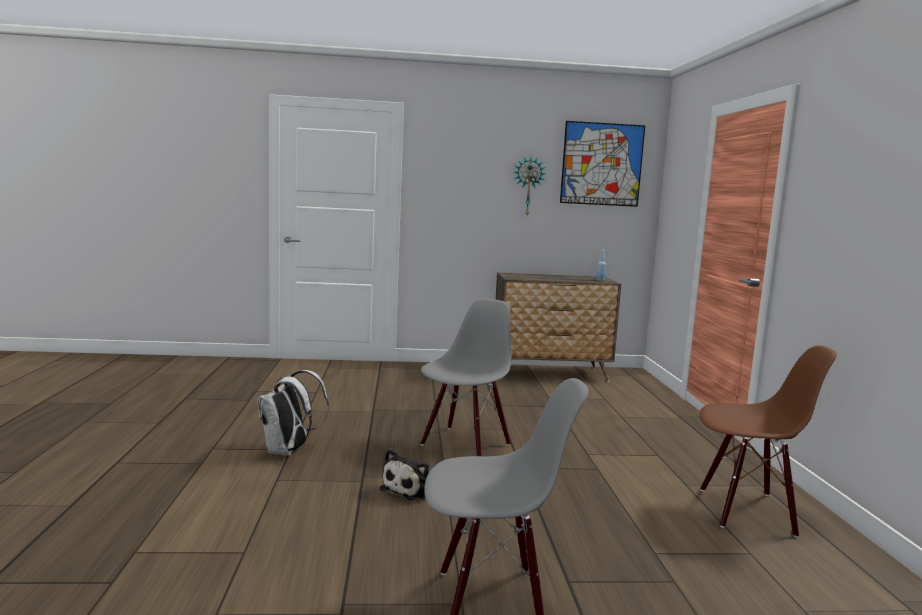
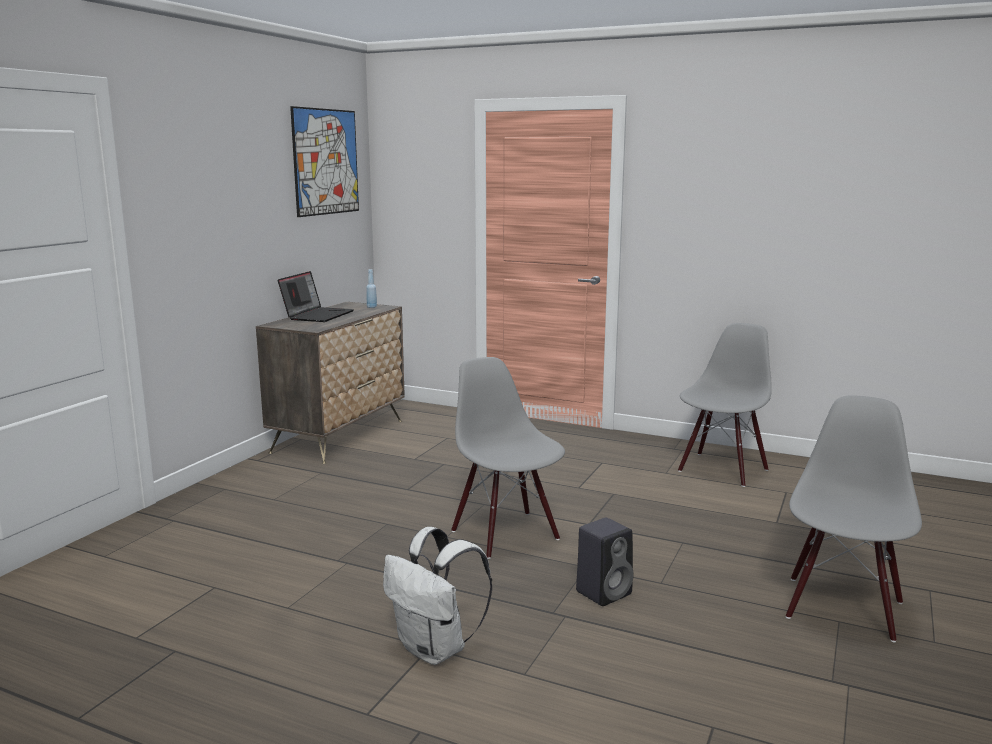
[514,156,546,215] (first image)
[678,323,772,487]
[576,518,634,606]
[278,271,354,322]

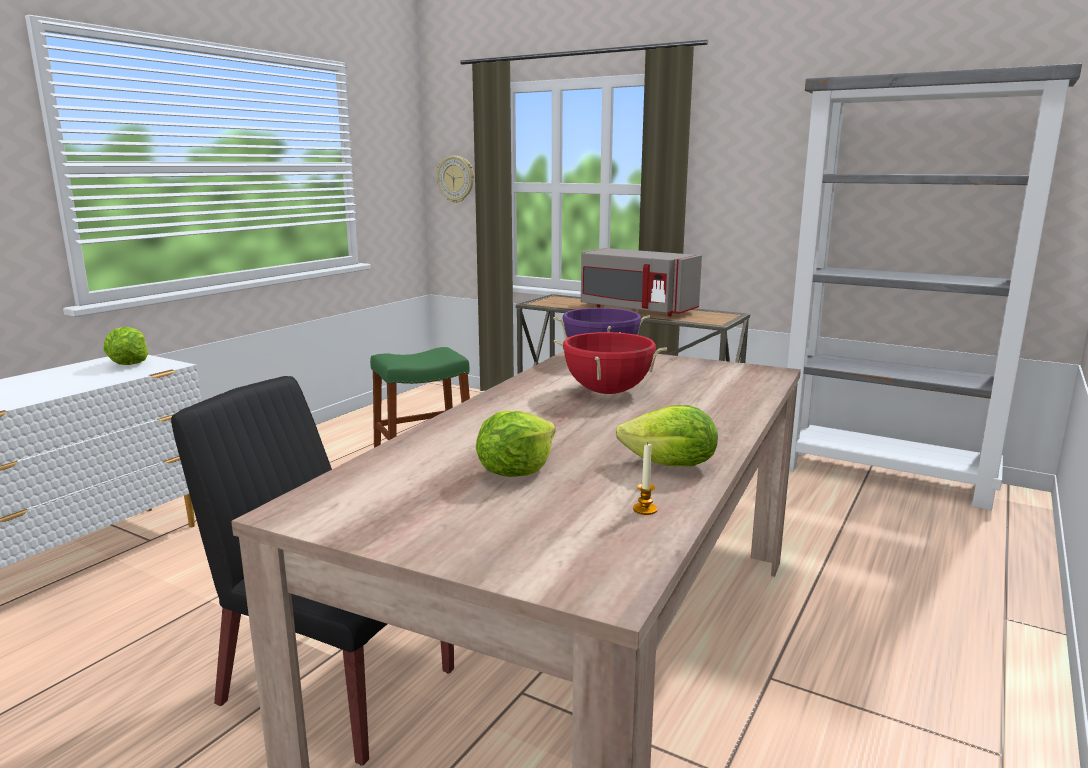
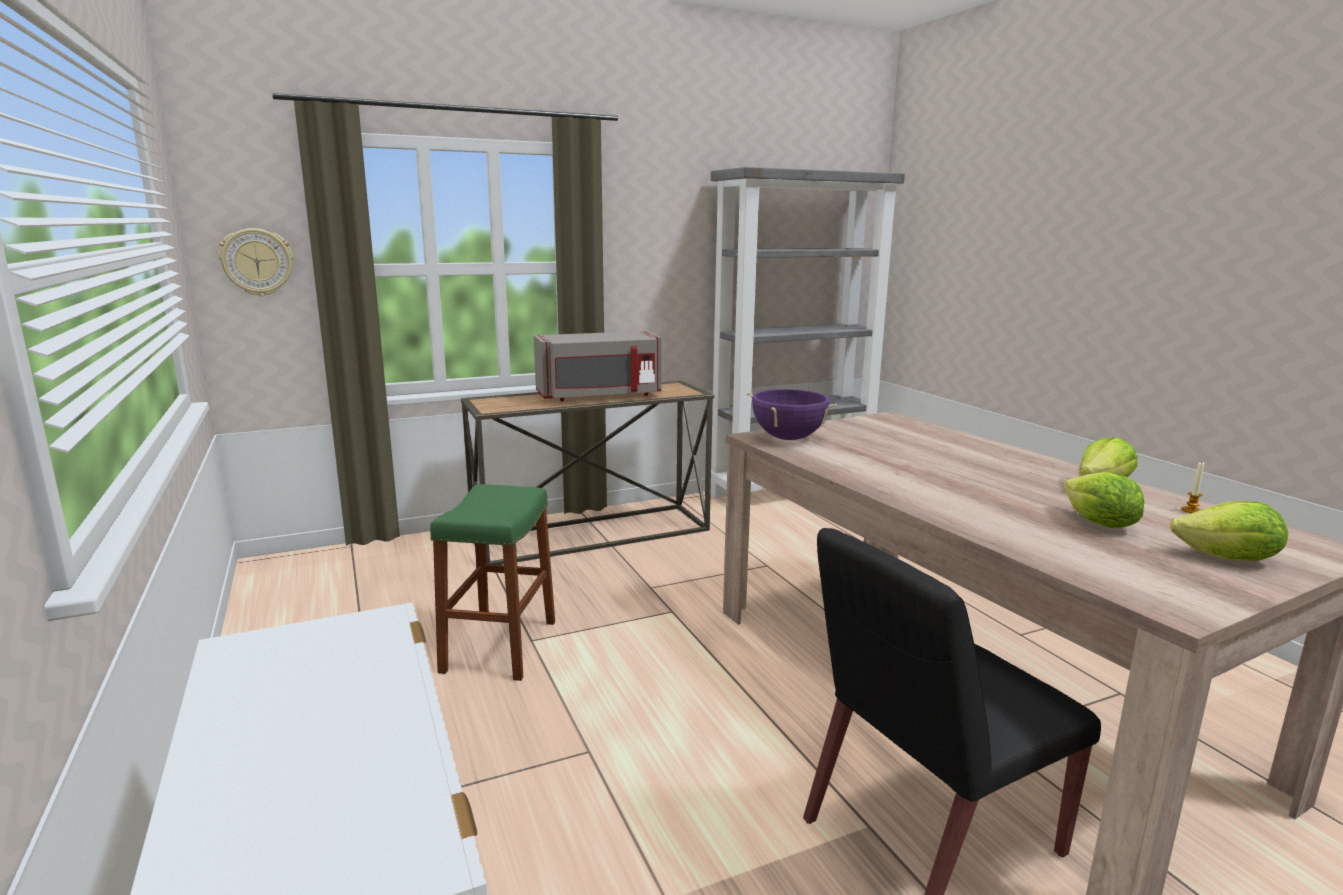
[1170,501,1288,561]
[554,332,667,394] (first image)

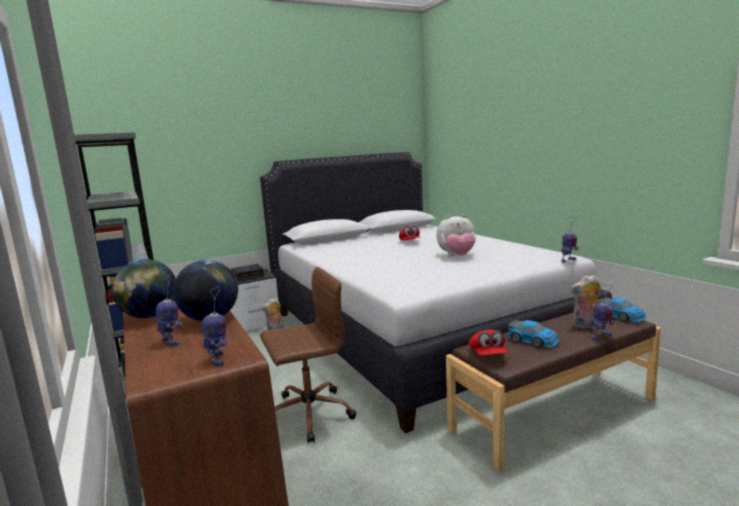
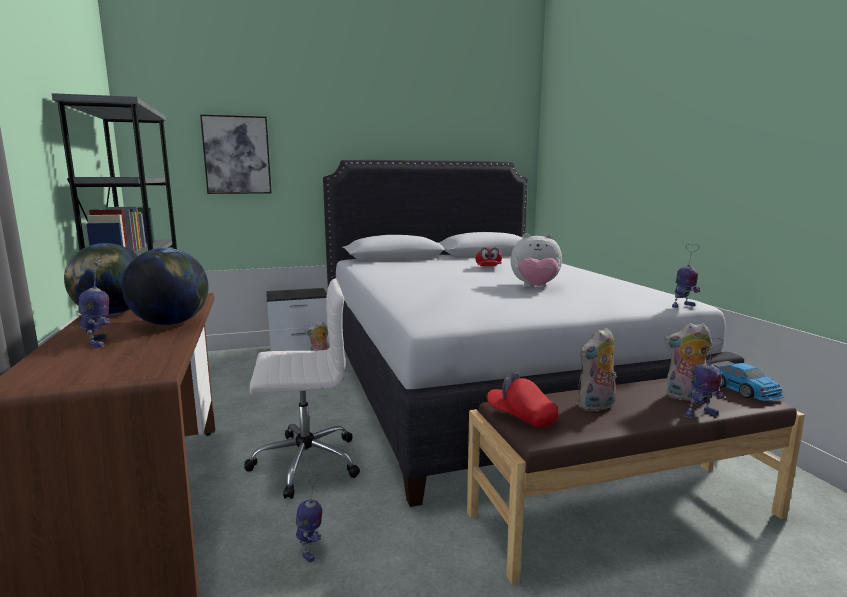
[231,264,265,282] (first image)
[244,279,360,499]
[296,474,322,562]
[577,328,617,412]
[487,372,558,428]
[200,114,272,194]

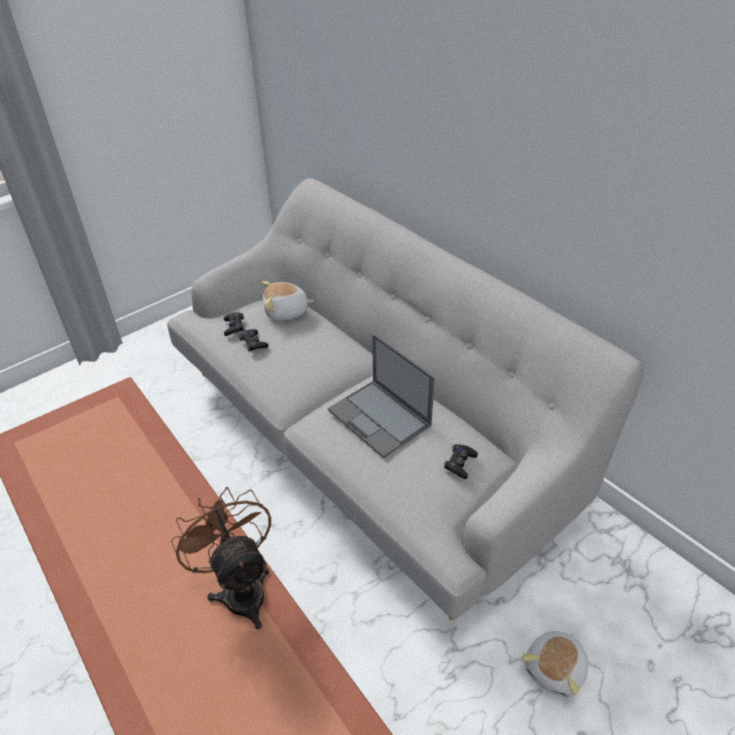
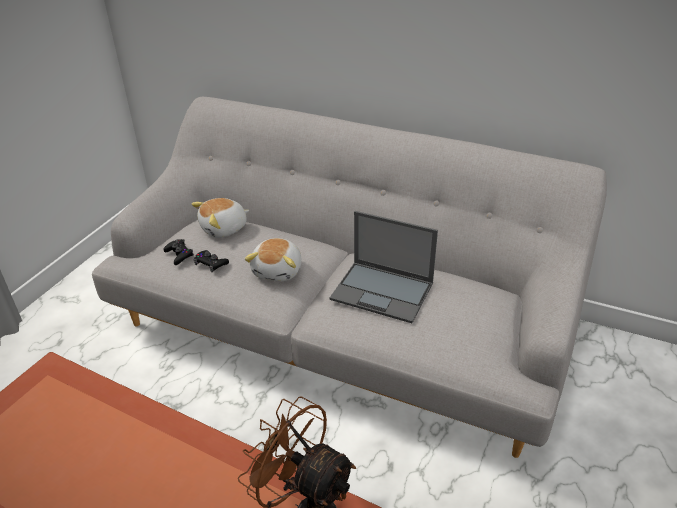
[444,444,478,479] (first image)
[245,238,302,281]

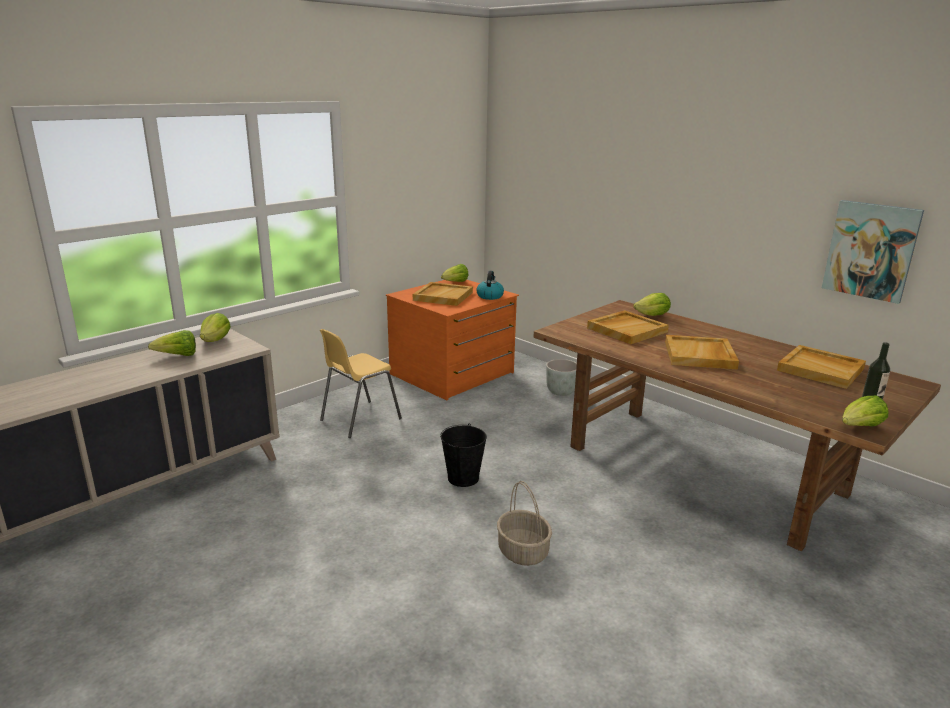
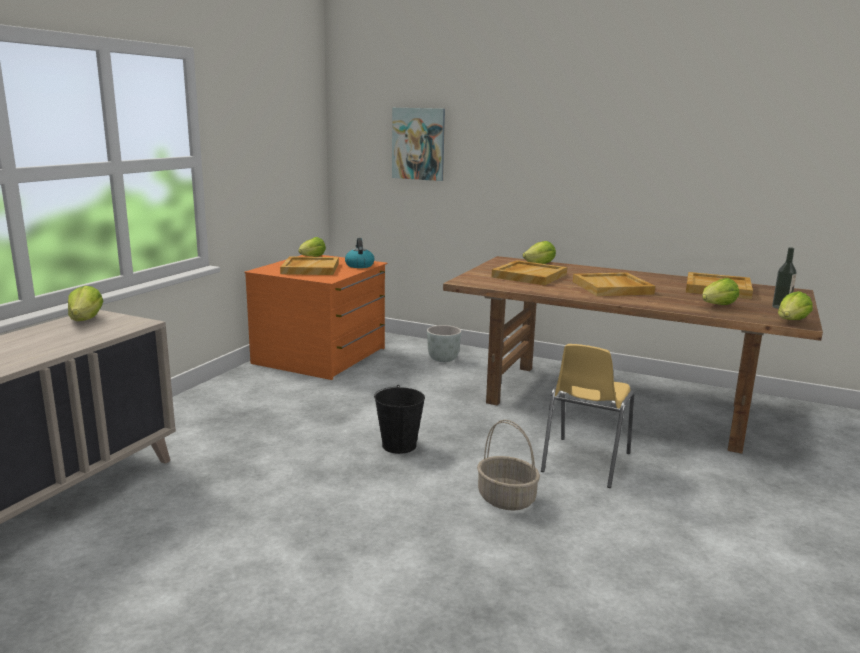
[392,108,445,181]
[541,344,634,488]
[702,278,739,305]

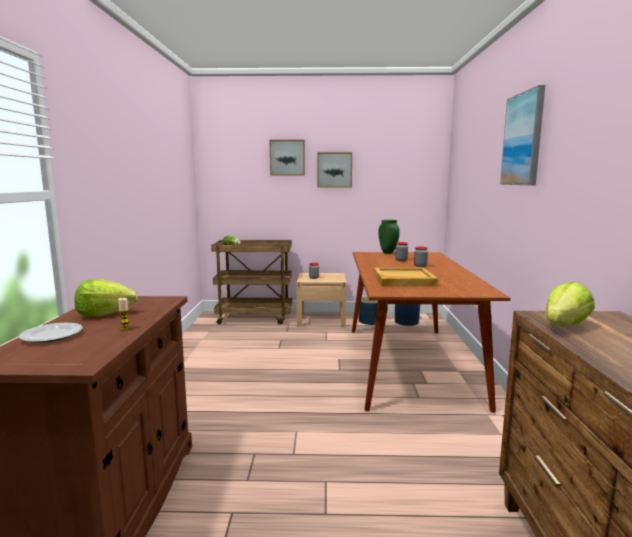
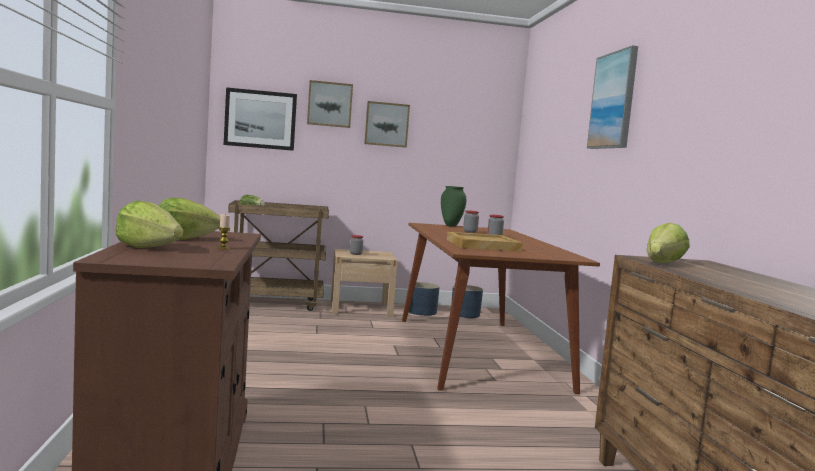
[115,201,183,248]
[224,87,297,151]

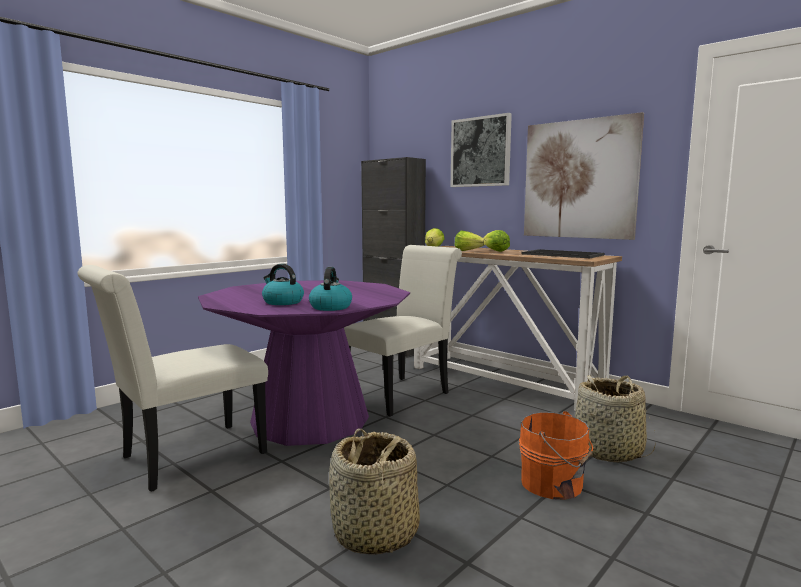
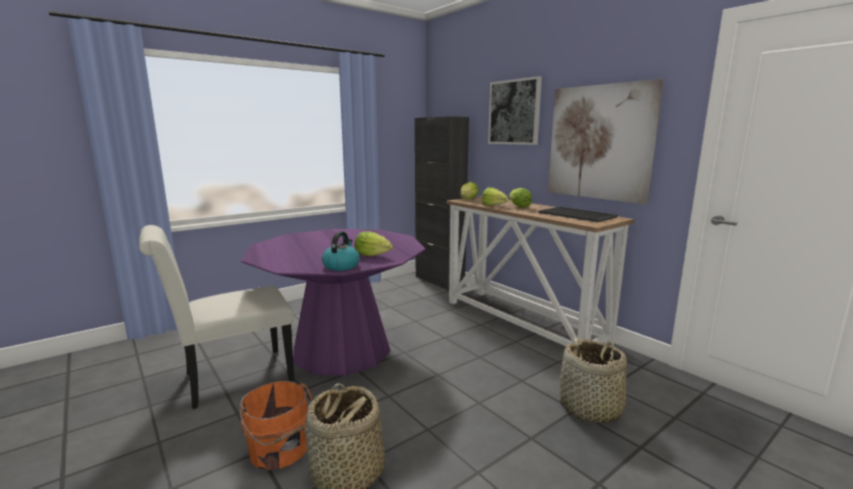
[344,245,462,416] (first image)
[262,264,304,305] (first image)
[240,381,312,471]
[355,231,393,256]

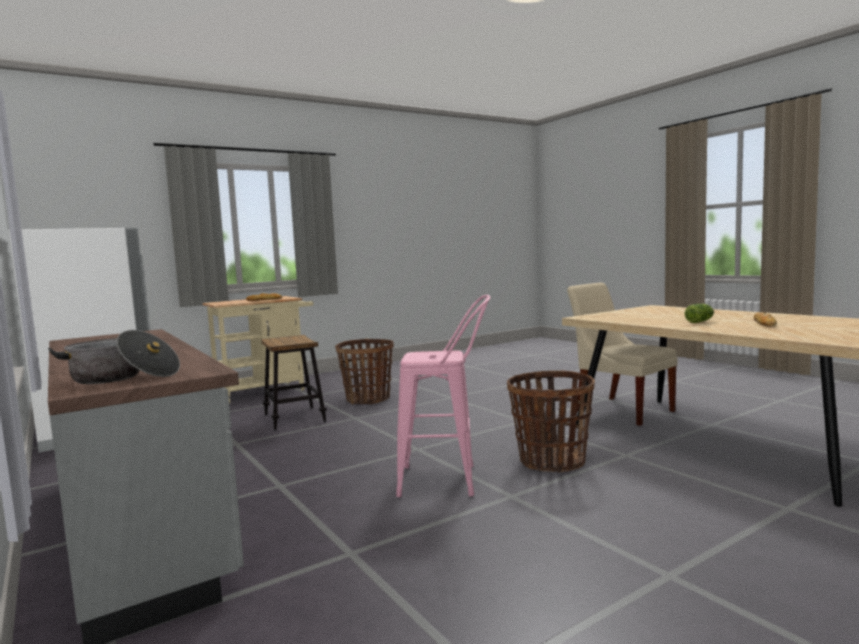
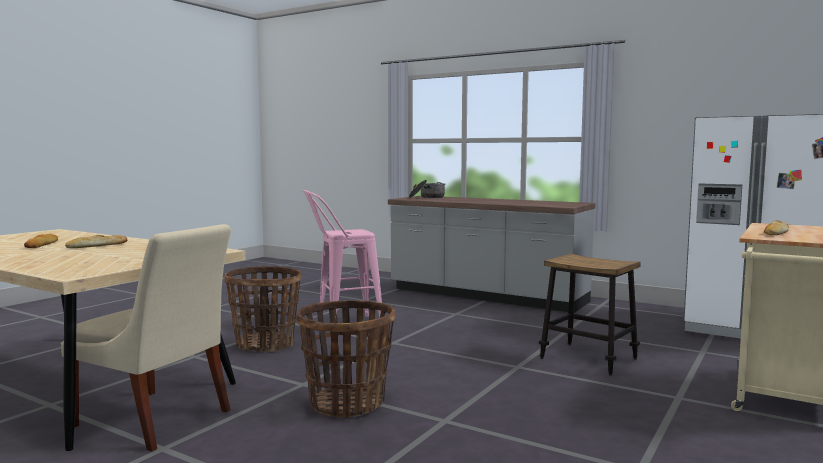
[65,235,127,248]
[297,300,395,418]

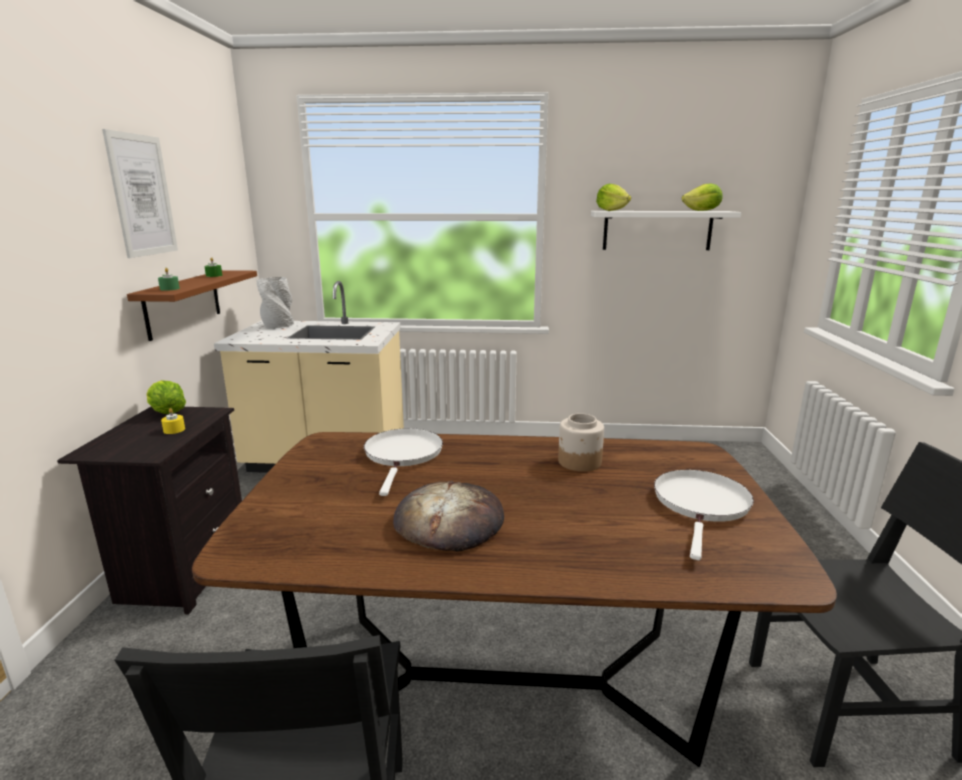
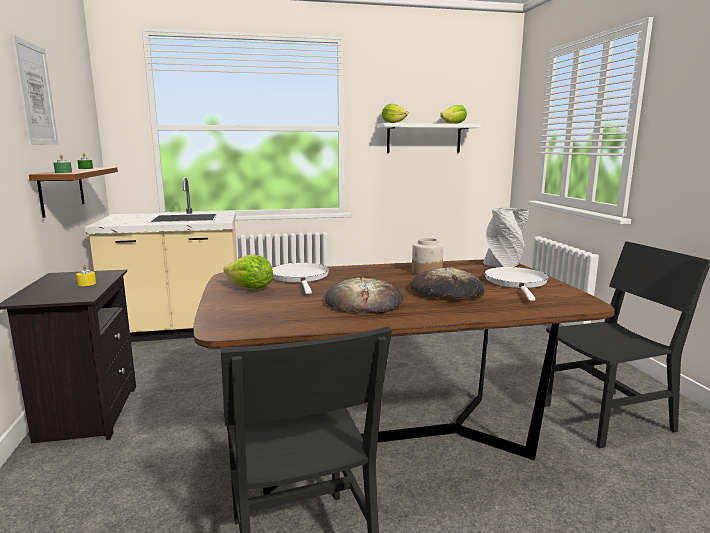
[483,207,529,267]
[224,255,273,289]
[411,267,485,298]

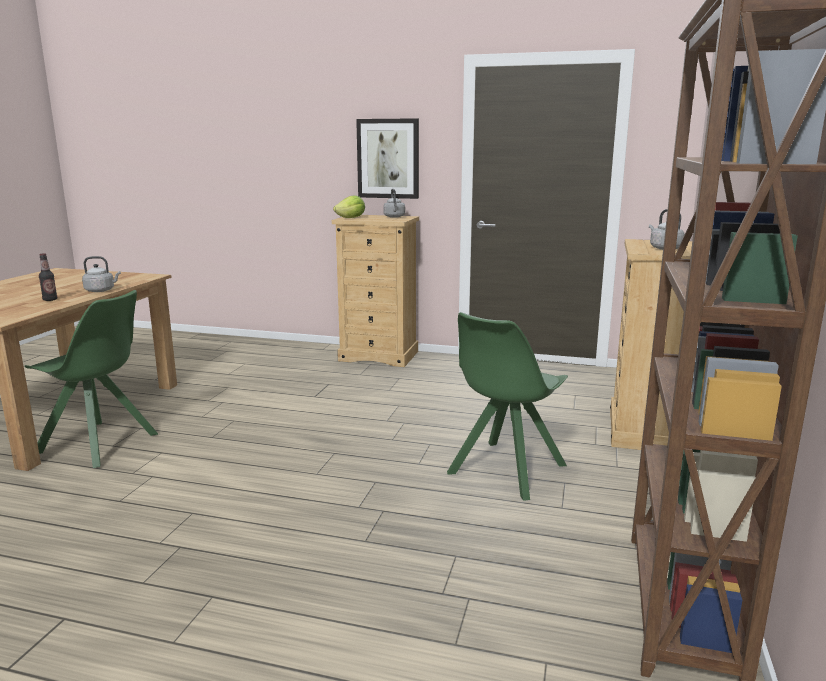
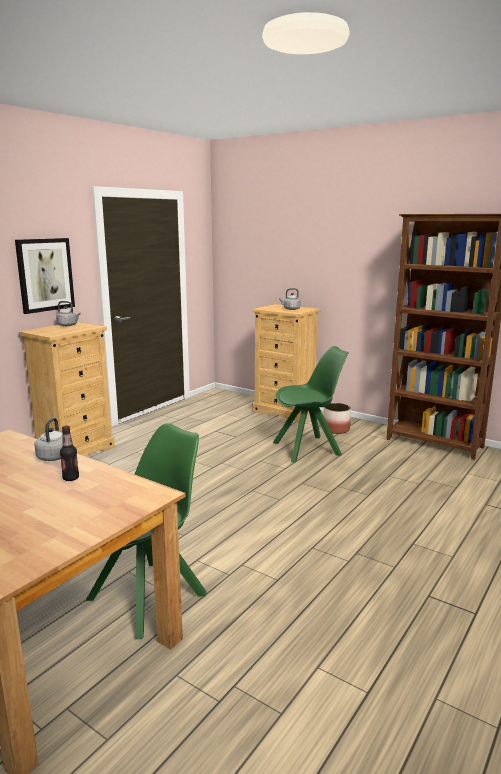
[333,195,365,218] (first image)
[273,346,348,463]
[323,403,351,434]

